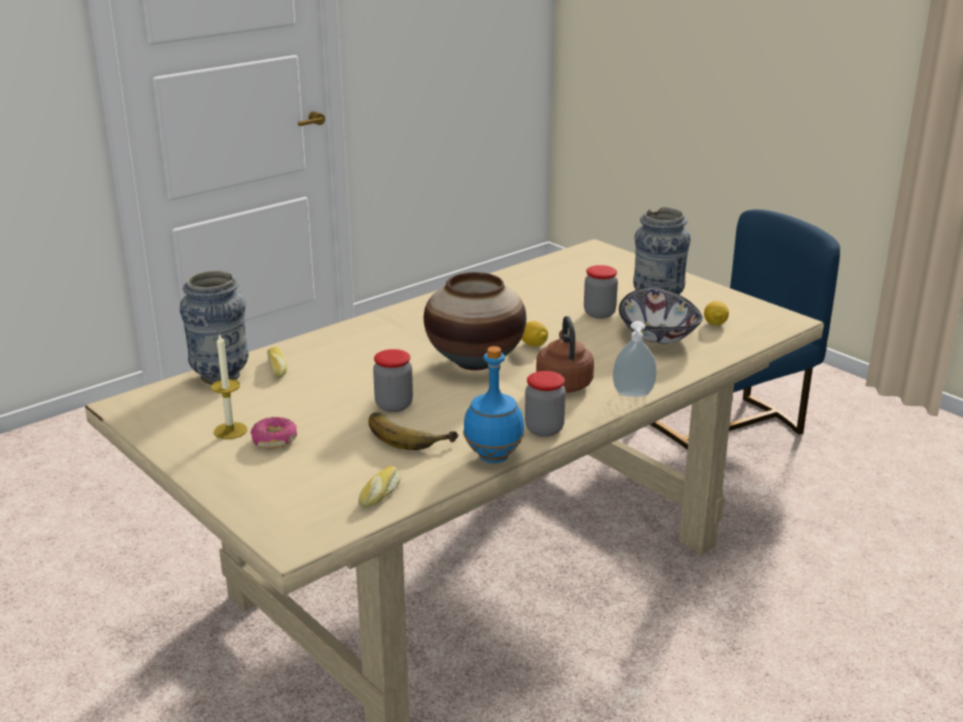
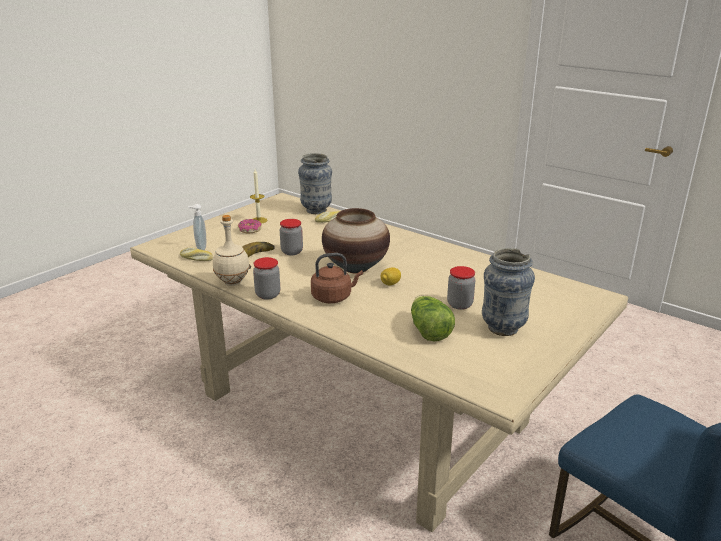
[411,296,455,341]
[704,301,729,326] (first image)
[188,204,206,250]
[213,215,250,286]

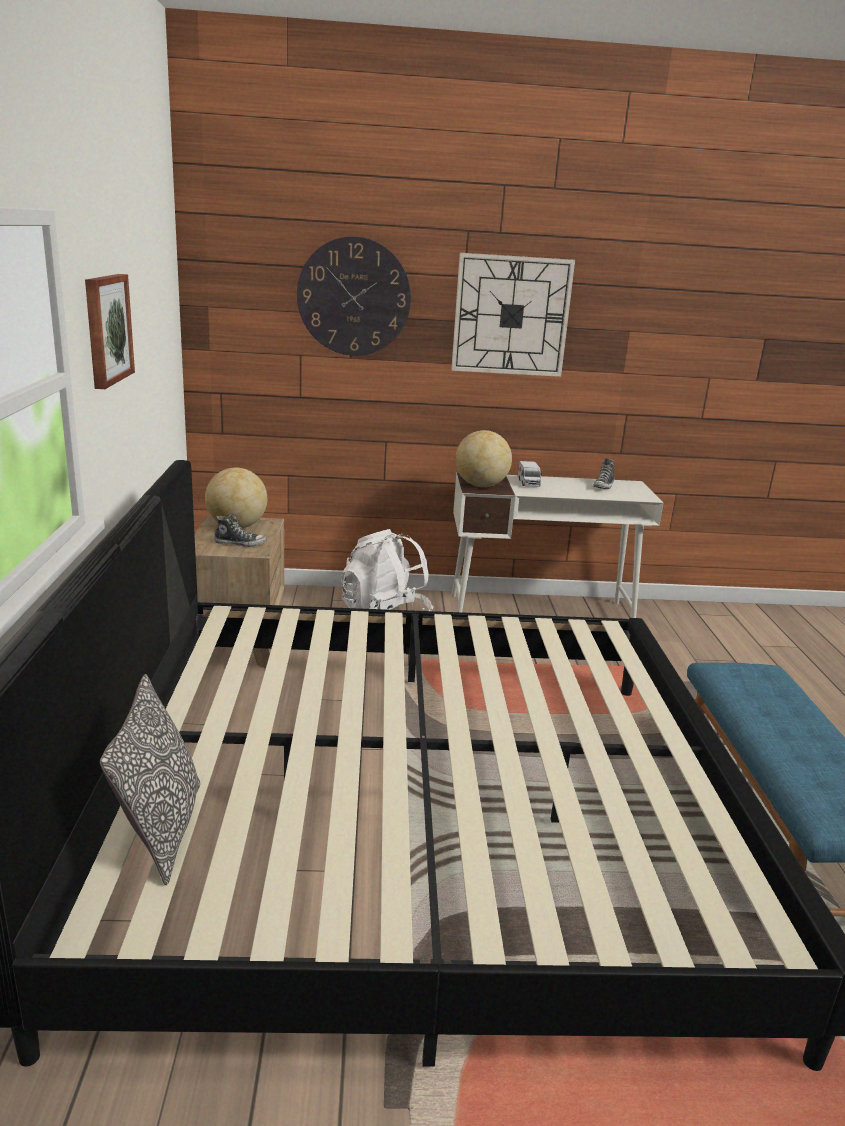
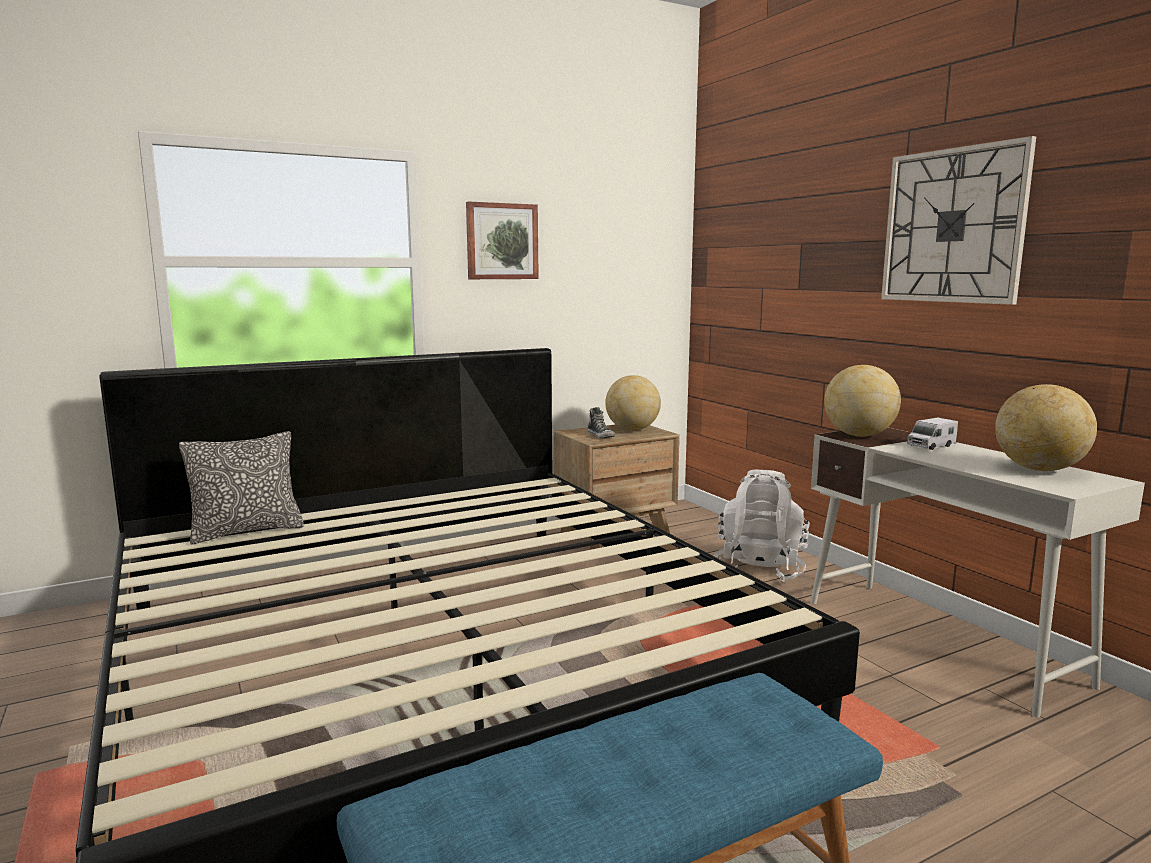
[297,236,411,356] (first image)
[995,384,1097,471]

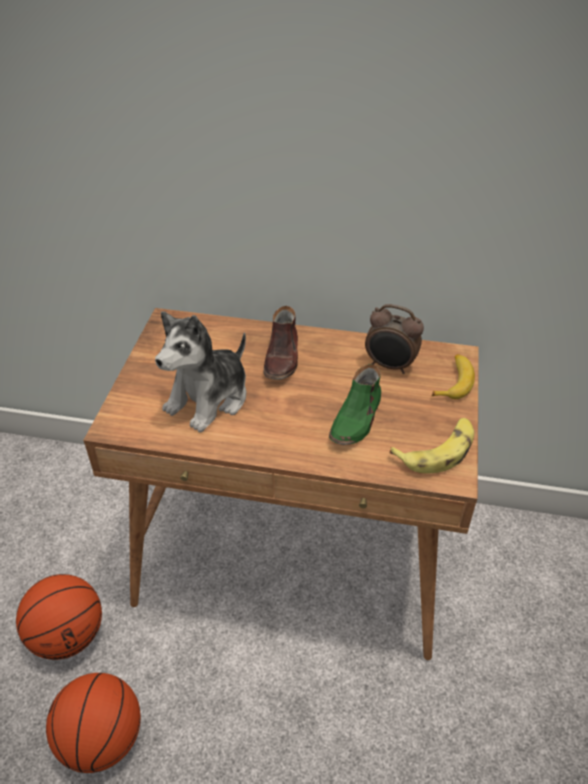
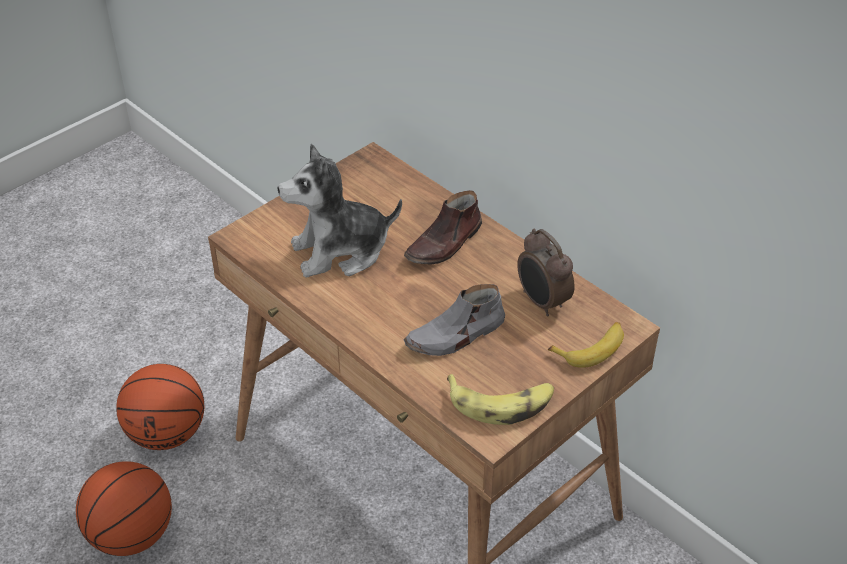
[404,284,505,356]

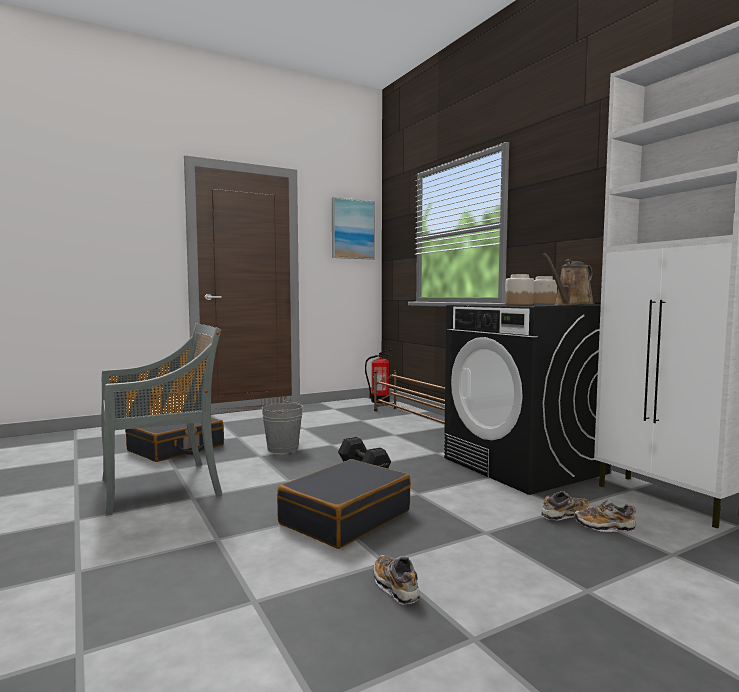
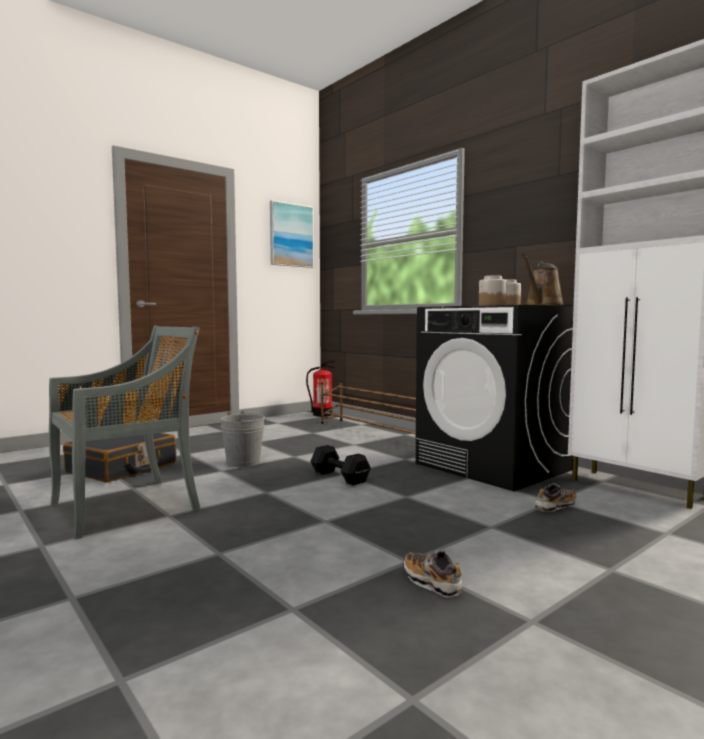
[277,459,411,549] (first image)
[574,500,636,532] (first image)

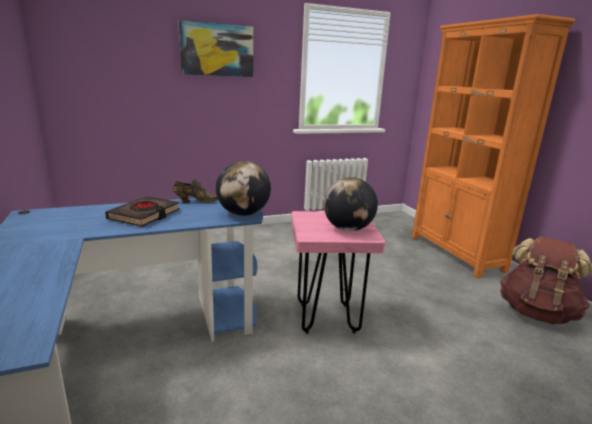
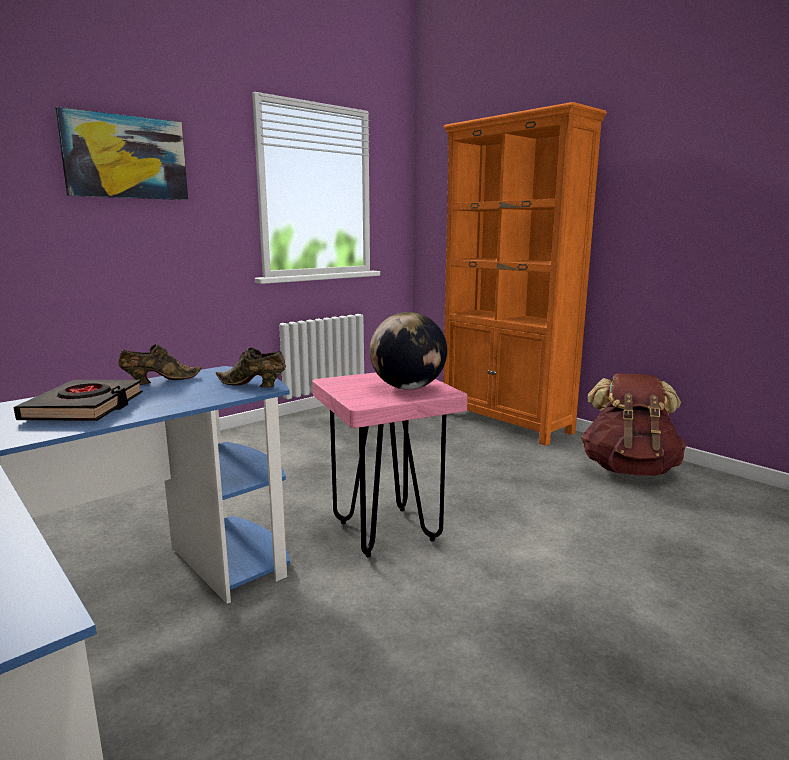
[216,347,286,388]

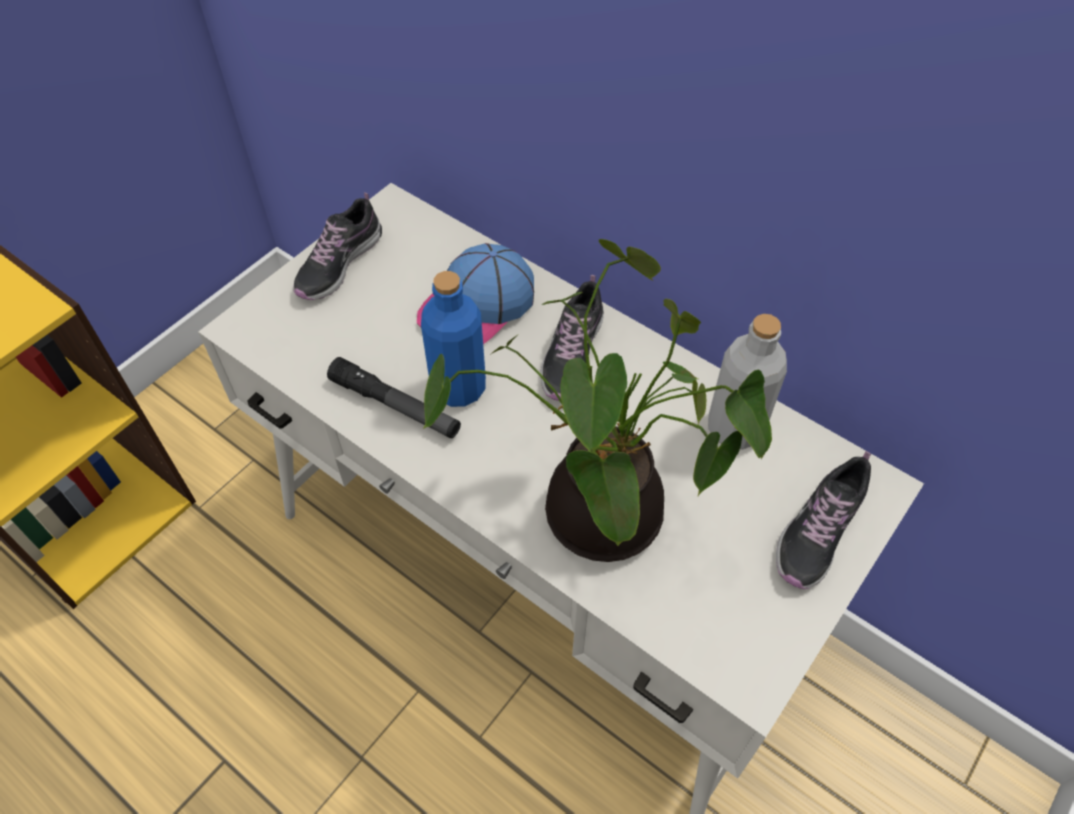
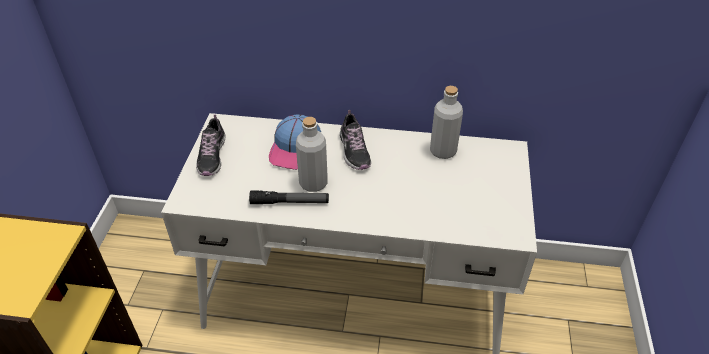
[423,239,772,562] (first image)
[296,117,328,192]
[776,451,871,589] (first image)

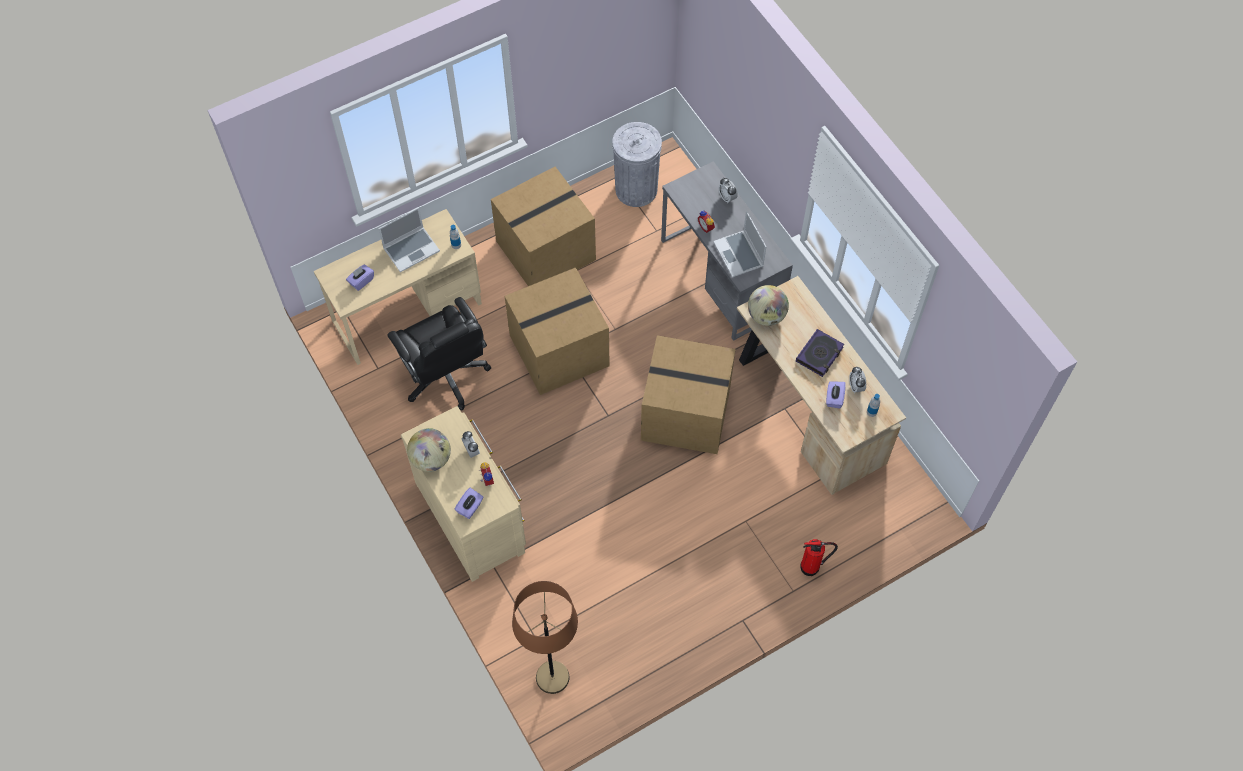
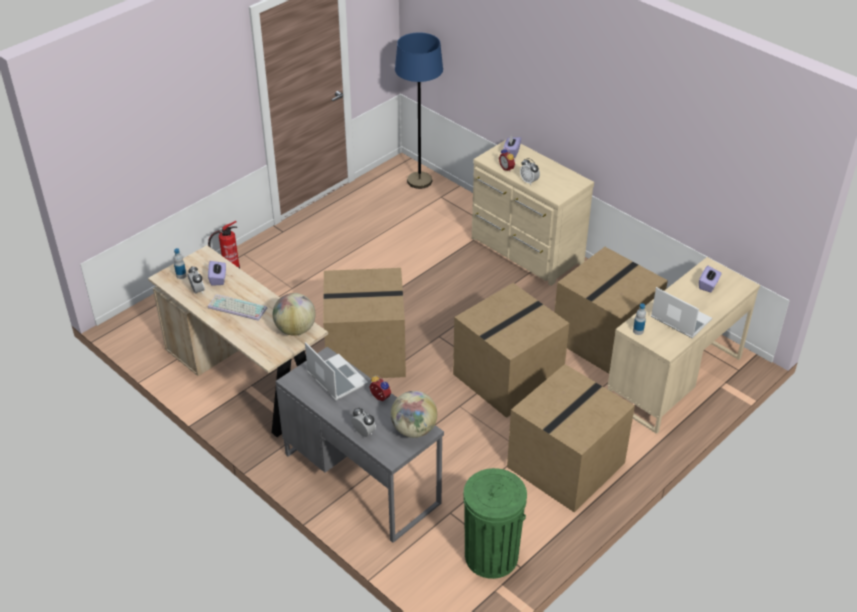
[463,468,527,579]
[651,287,712,338]
[555,247,668,374]
[208,294,267,321]
[391,391,437,438]
[395,32,443,189]

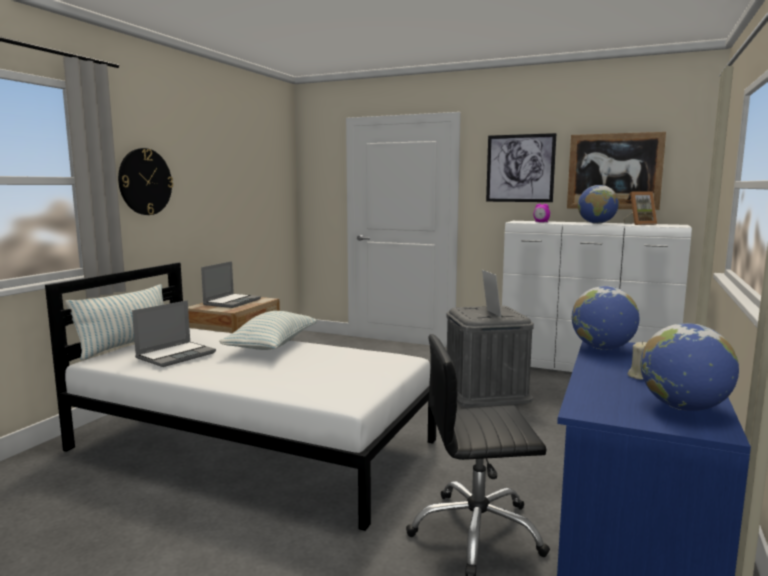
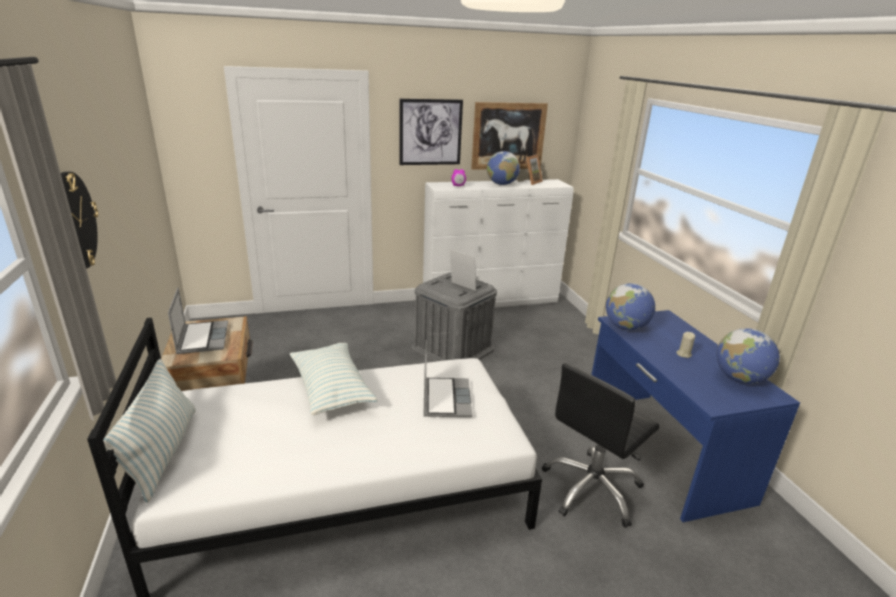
[423,340,472,417]

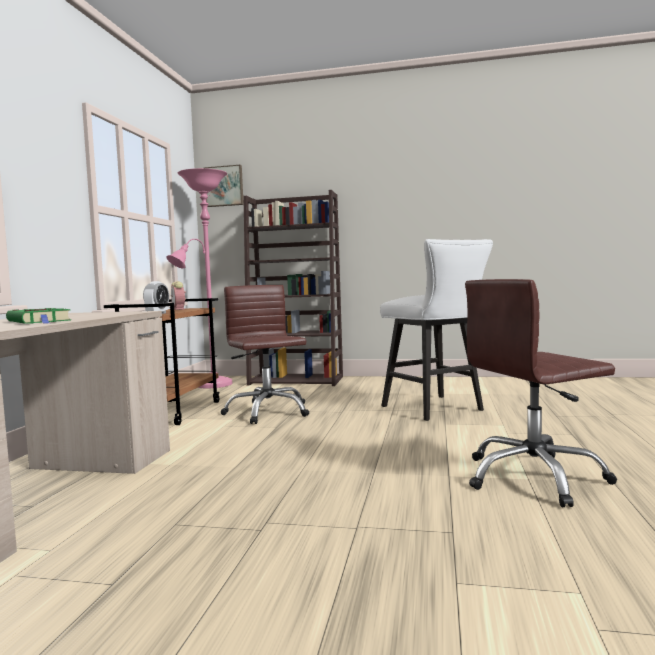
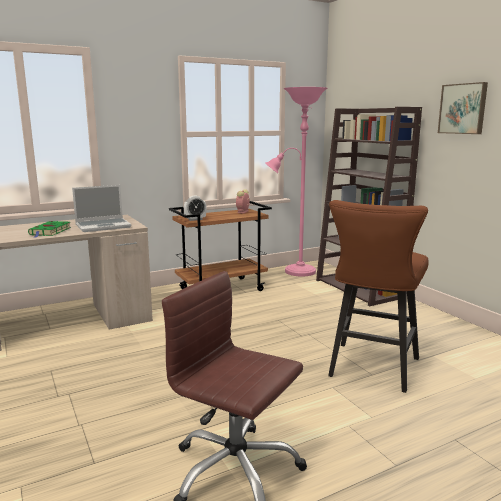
[438,82,488,134]
[328,200,429,393]
[221,285,309,424] (first image)
[72,185,131,232]

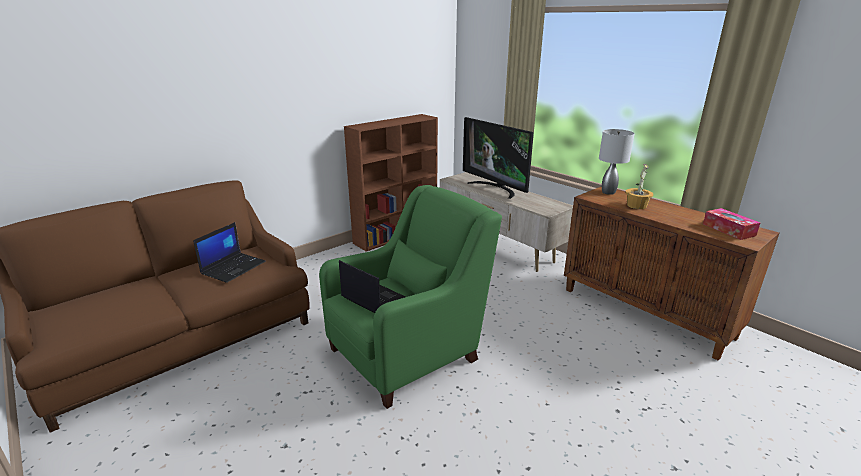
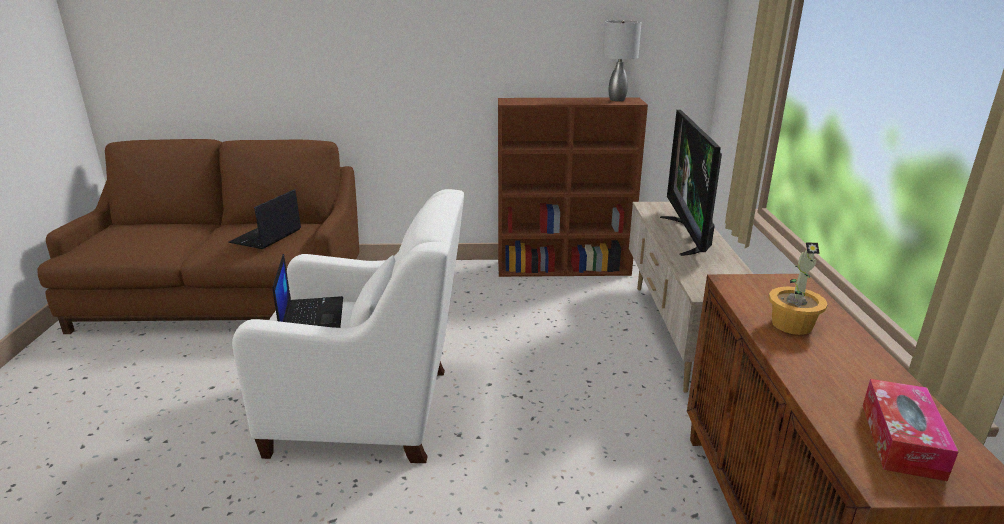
[603,20,641,101]
[232,189,464,463]
[228,189,301,249]

